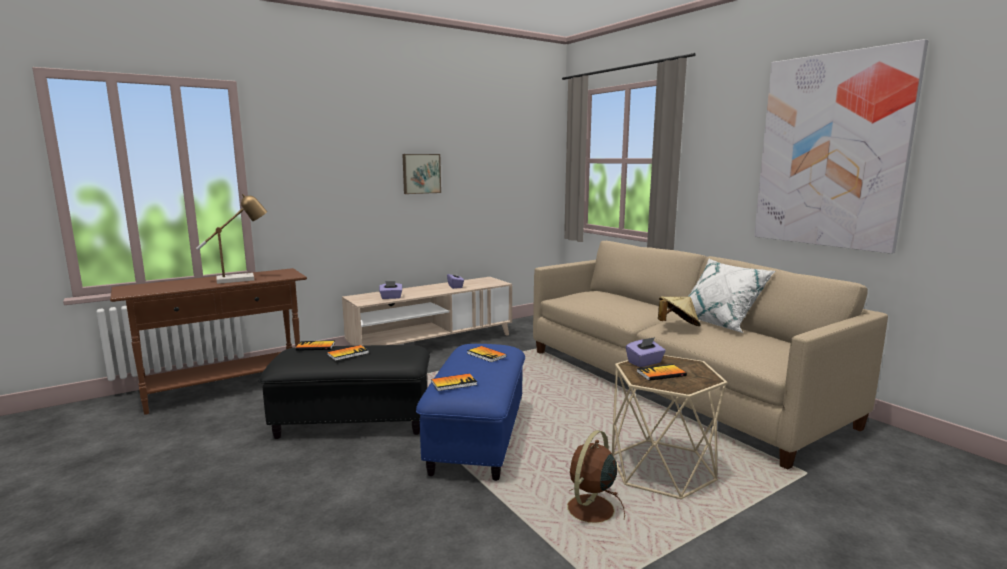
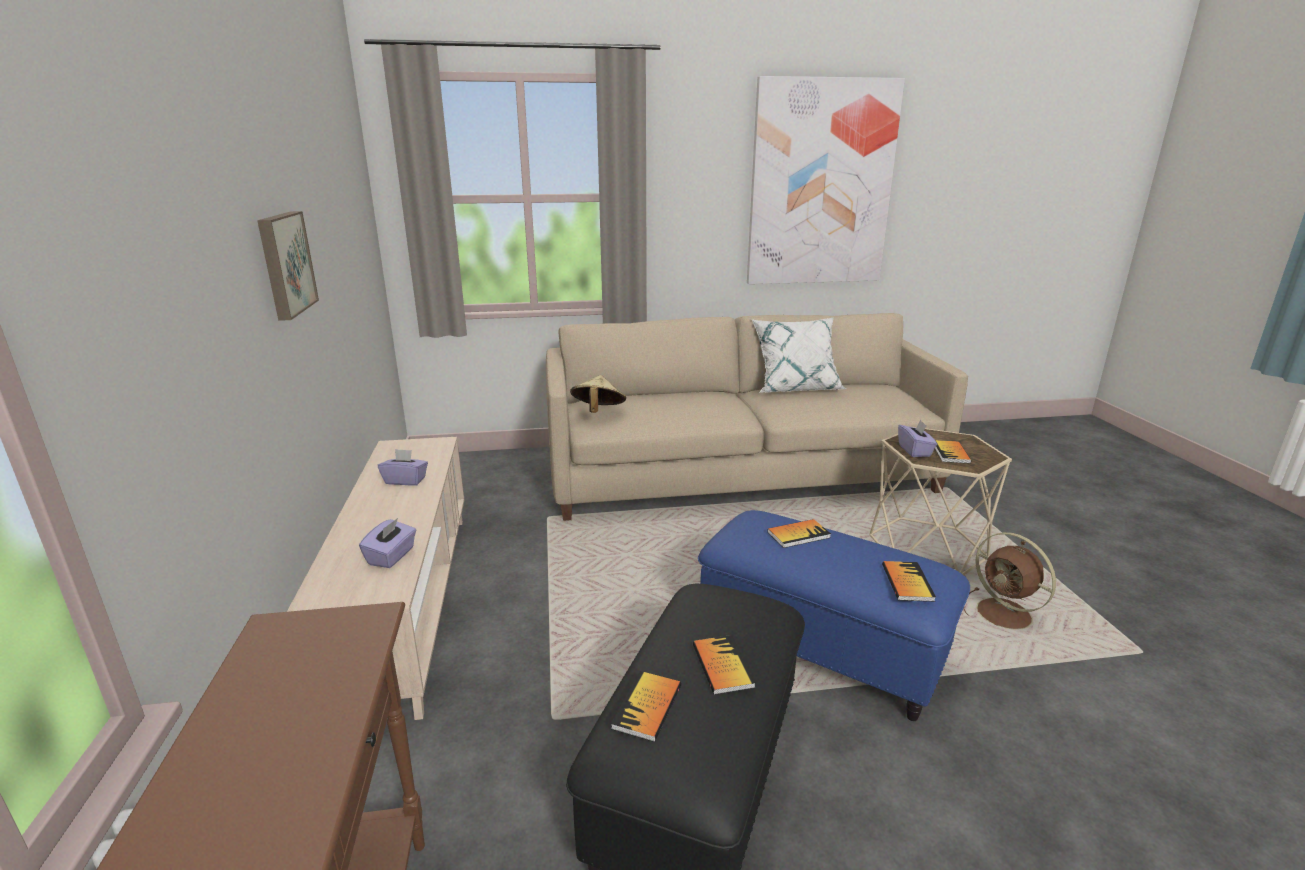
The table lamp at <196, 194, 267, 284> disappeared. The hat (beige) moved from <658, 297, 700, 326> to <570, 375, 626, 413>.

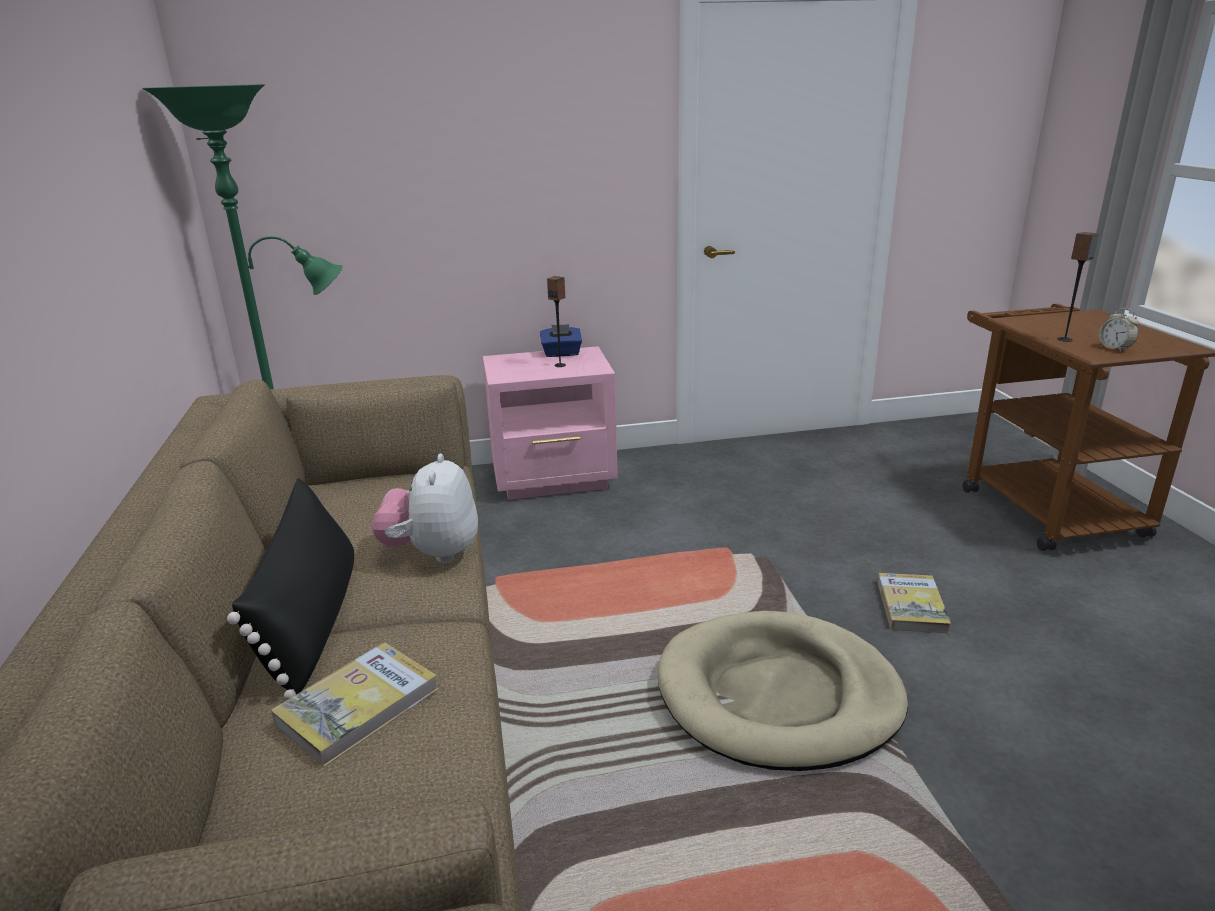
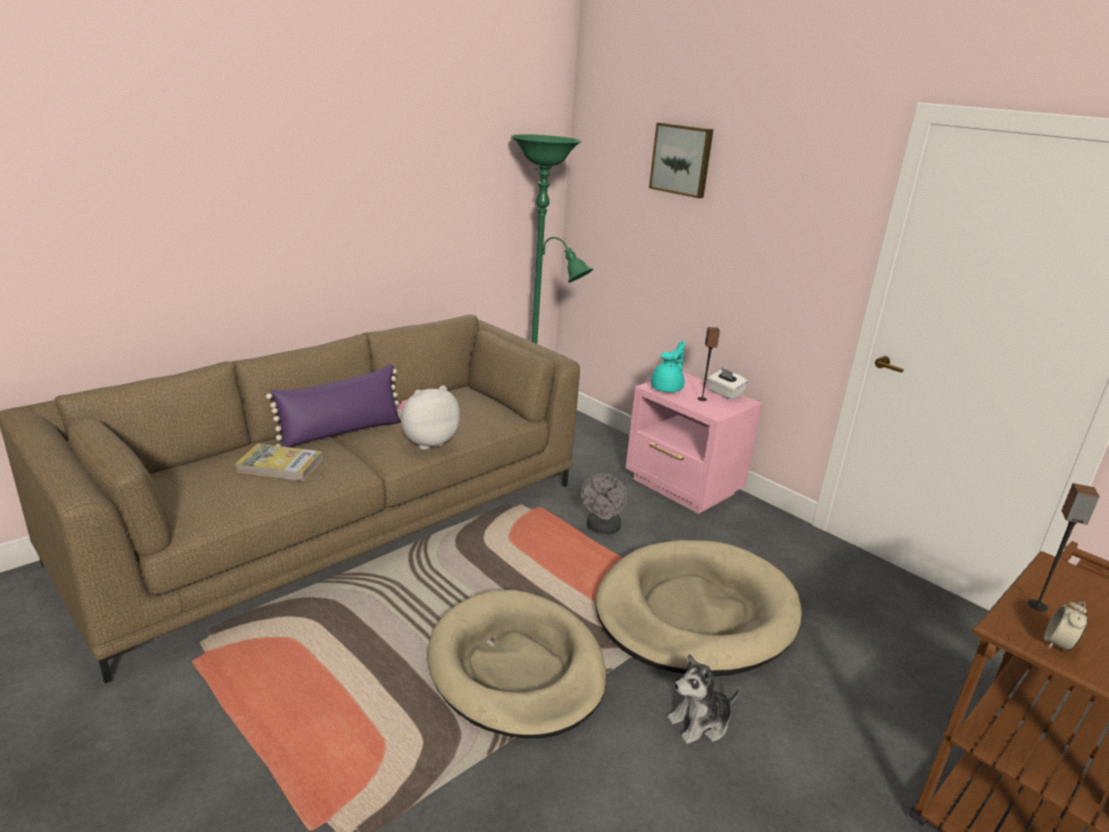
The tissue box (blue) at <540, 324, 582, 357> became the tissue box (white) at <708, 367, 748, 400>. The pillow (black) at <227, 478, 354, 700> became the pillow (purple) at <266, 365, 401, 447>. The book at <877, 573, 951, 633> was replaced by the plush toy at <667, 654, 740, 744>. The picture at <649, 123, 713, 198> appeared. The teapot (turquoise) at <651, 340, 685, 392> appeared. The fan (grey) at <581, 474, 627, 534> appeared. The dog bed (beige) at <595, 540, 802, 676> appeared.

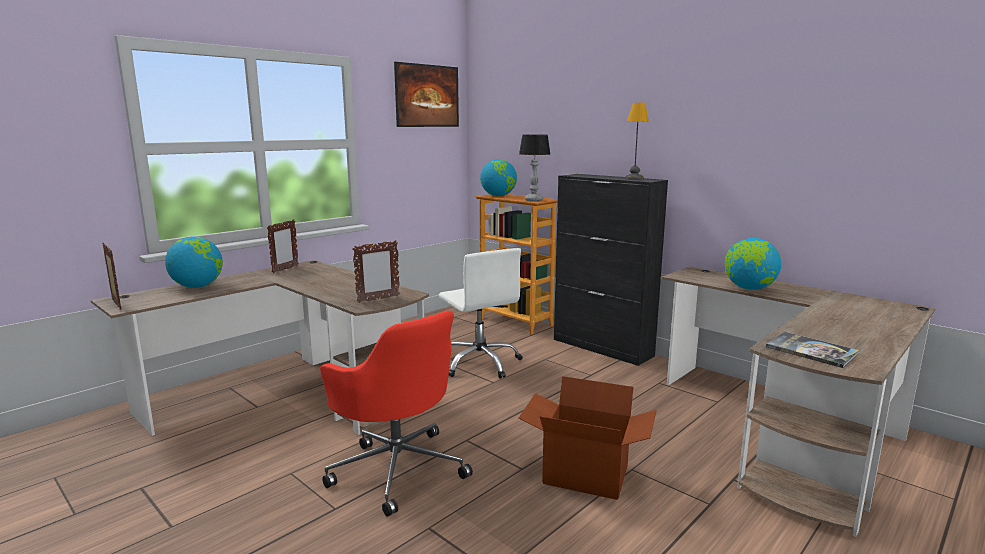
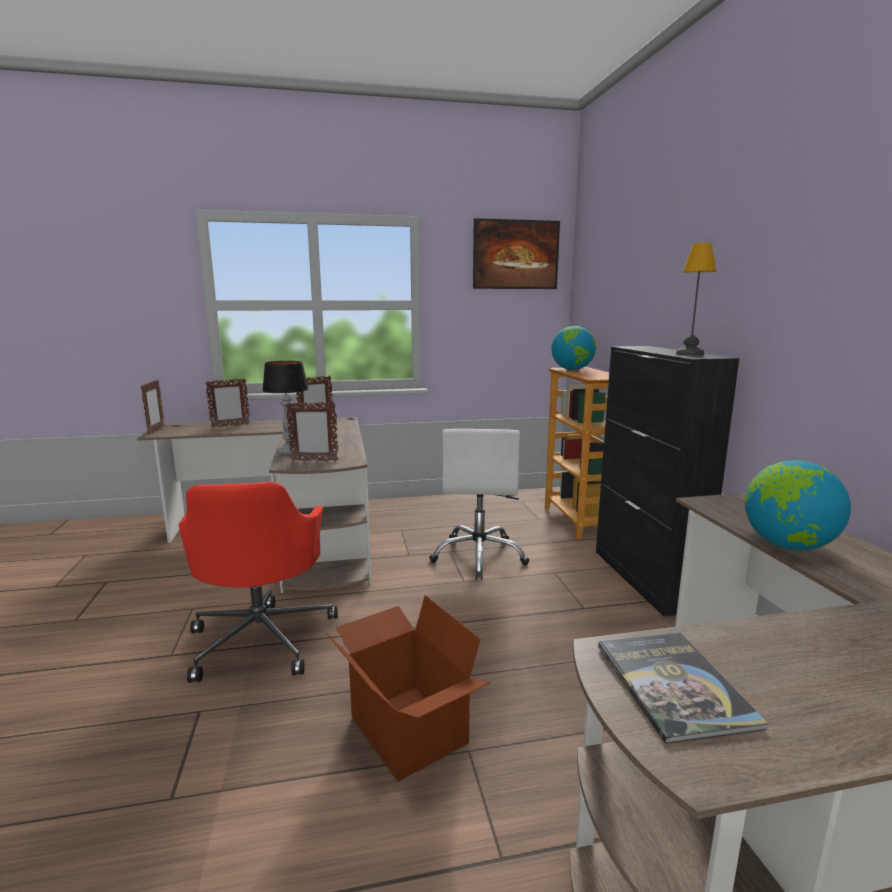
The table lamp moved from <519, 134, 550, 201> to <262, 361, 309, 456>. The globe at <165, 237, 223, 288> was replaced by the picture frame at <205, 378, 250, 428>.

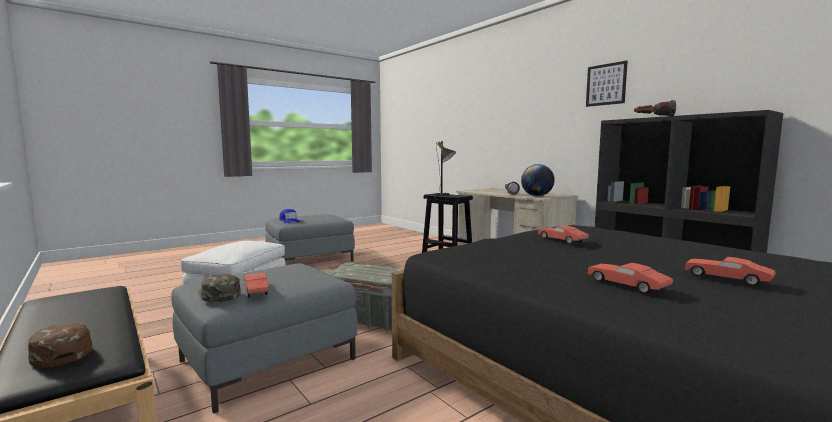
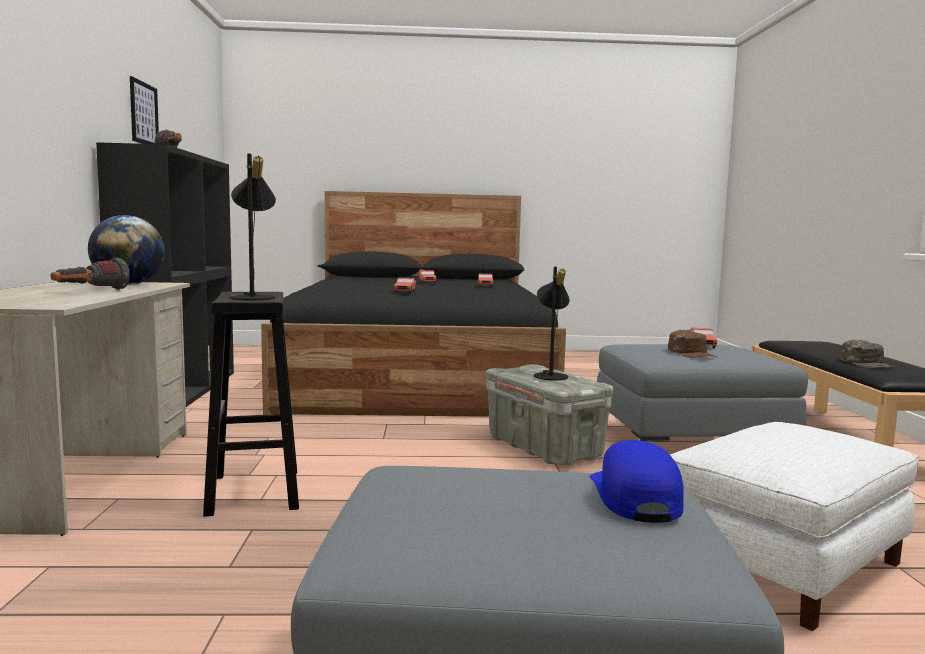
The picture moved from <586, 61, 628, 107> to <130, 76, 159, 144>. The cap (green) moved from <198, 274, 241, 302> to <840, 340, 896, 368>. The cap (brown) moved from <28, 323, 92, 367> to <668, 330, 717, 358>. The table lamp (black) at <534, 267, 570, 381> appeared.

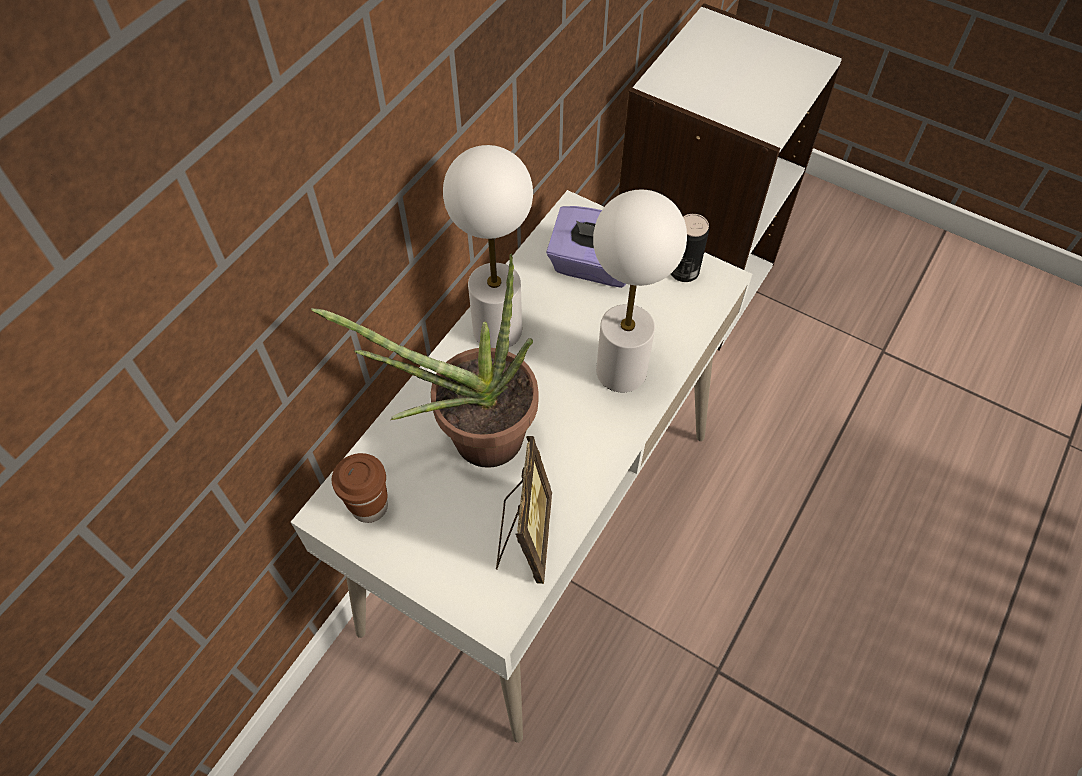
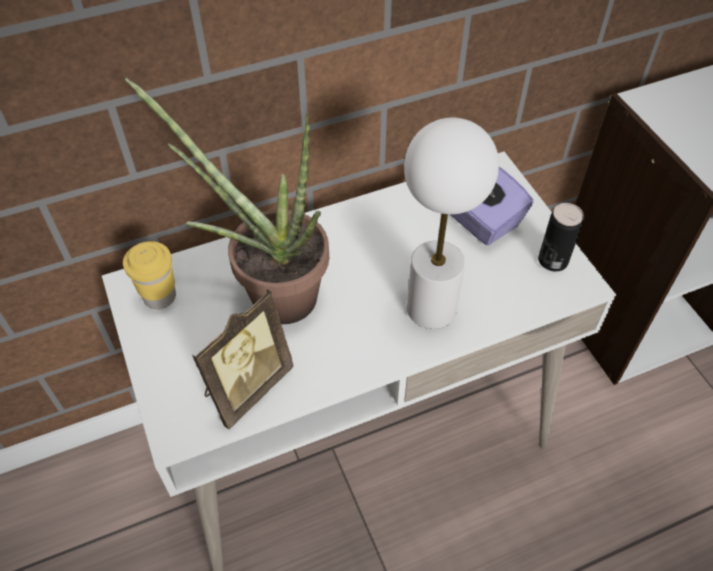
The table lamp (white) at <443, 145, 533, 348> disappeared. The cup (brown) at <332, 453, 388, 523> became the cup (yellow) at <123, 241, 176, 309>.

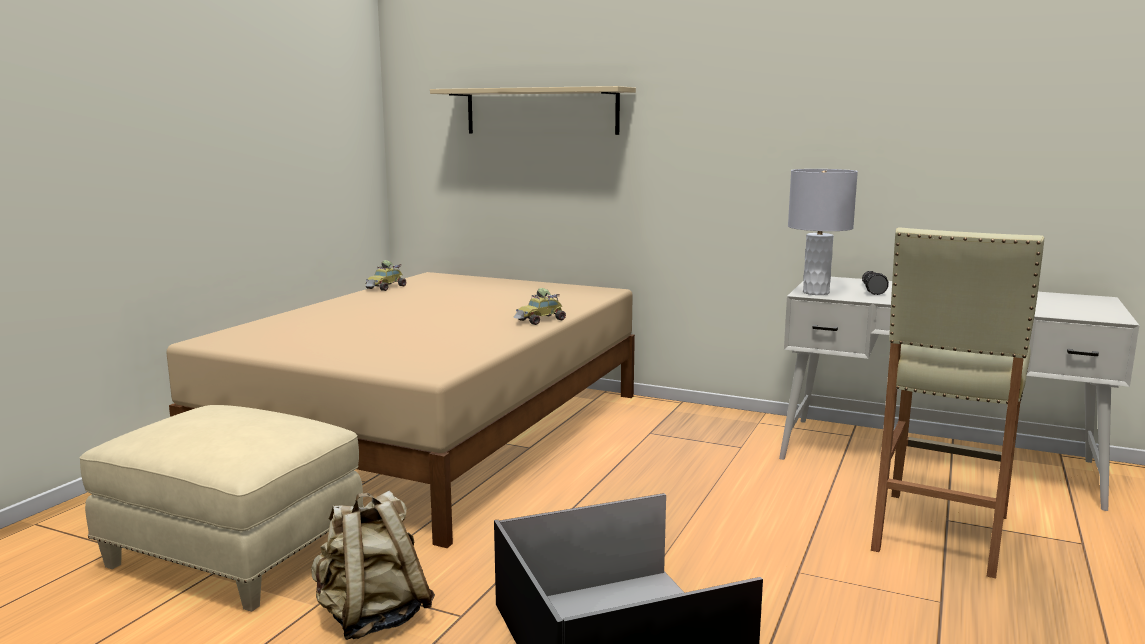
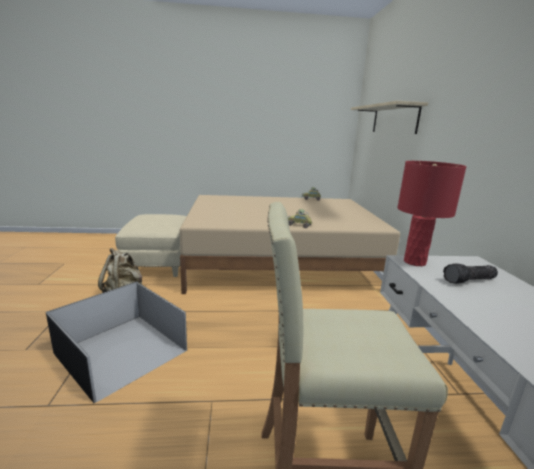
The table lamp (grey) at <788, 169, 858, 295> became the table lamp (red) at <397, 161, 467, 266>.

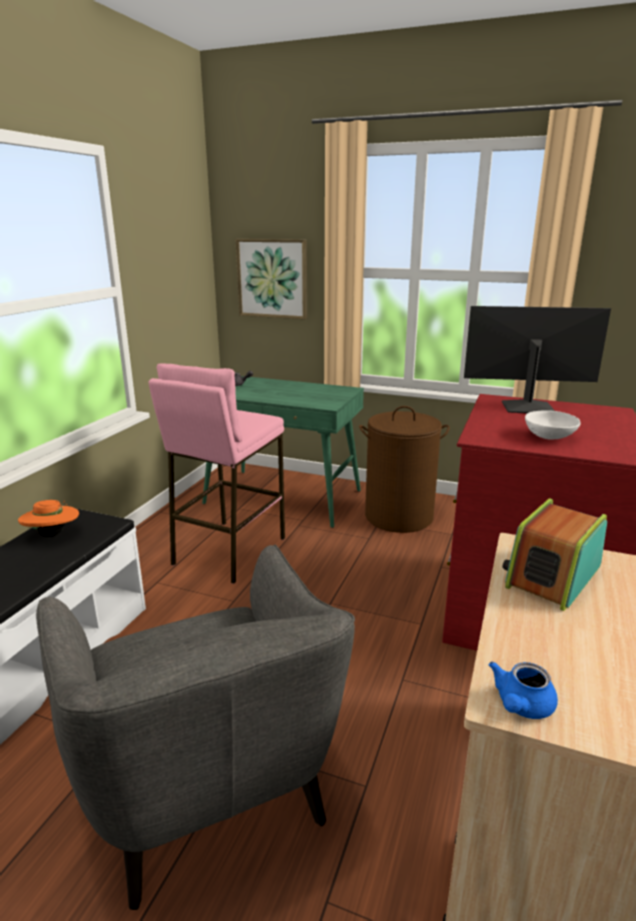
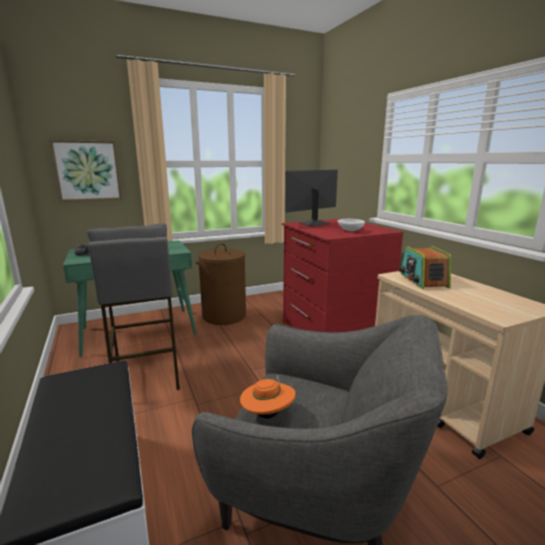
The stool (pink) at <149, 364, 285, 584> became the stool (grey) at <87, 223, 180, 390>. The hat (orange) moved from <18, 500, 79, 537> to <240, 375, 296, 419>. The teapot (blue) at <489, 661, 558, 719> disappeared.

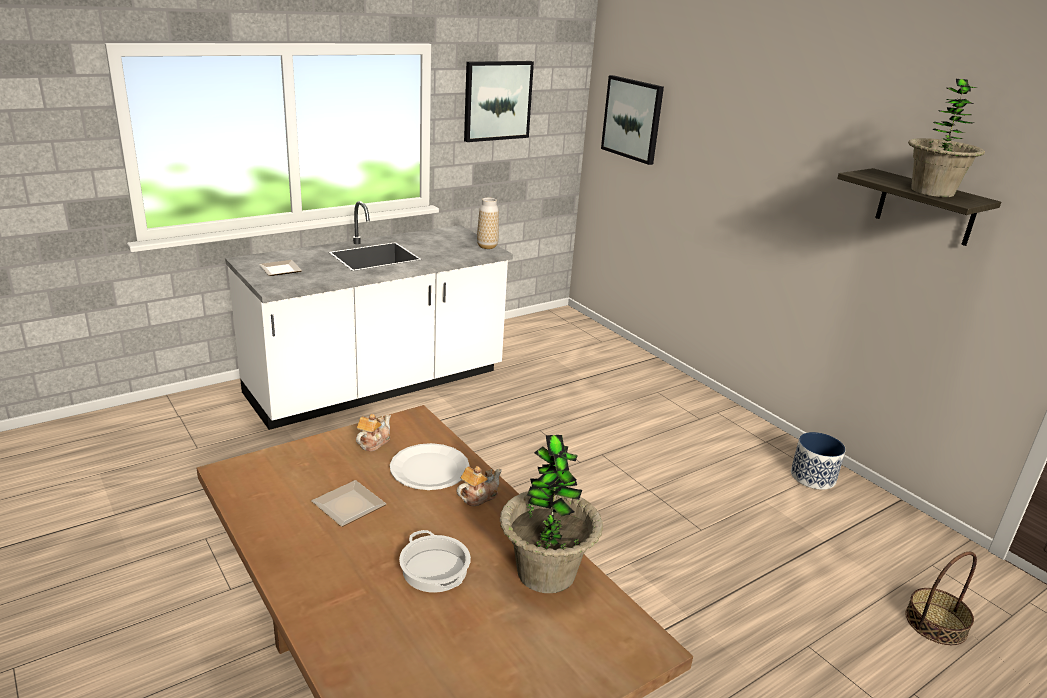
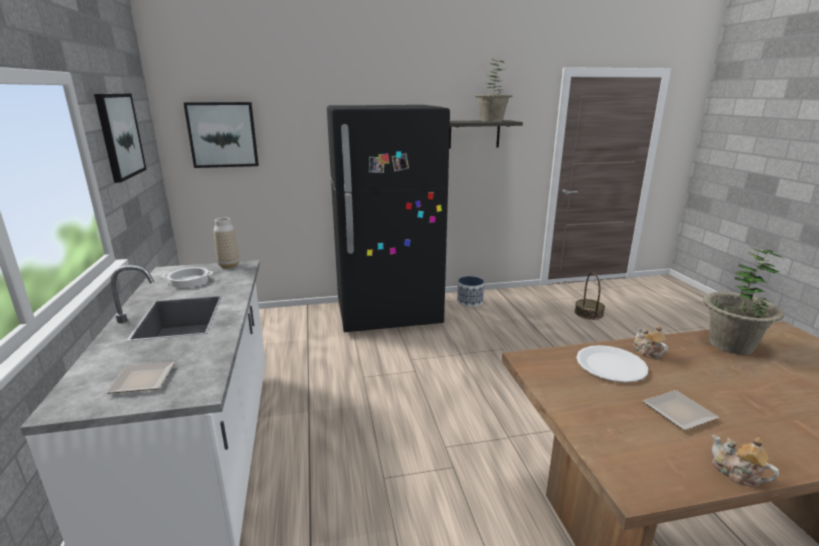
The teapot moved from <356, 414, 391, 452> to <712, 435, 779, 487>. The cooking pot moved from <399, 530, 471, 593> to <162, 267, 213, 288>. The fridge (black) at <327, 105, 450, 332> appeared.

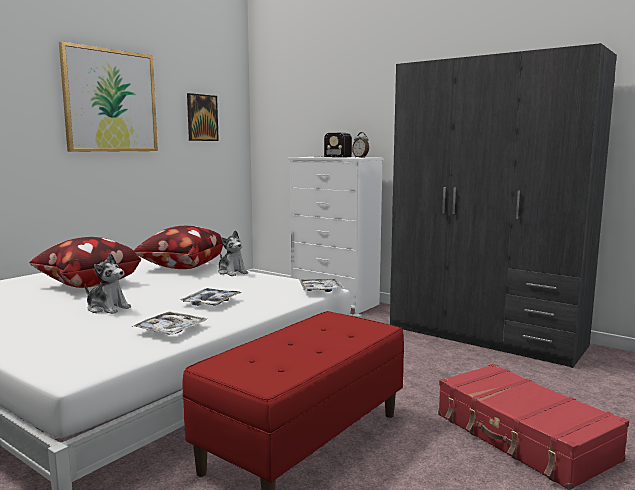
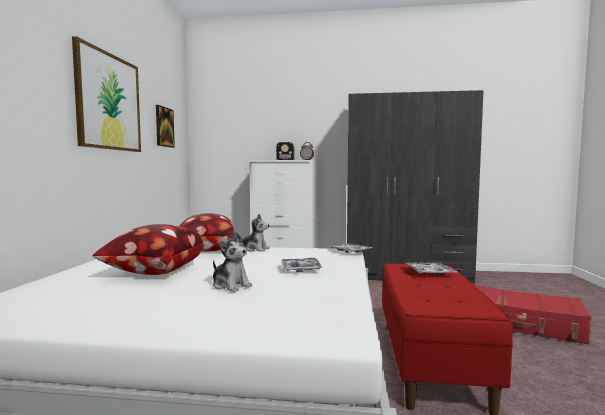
The plush toy at <85, 253, 131, 314> turned 45 degrees clockwise. The tray moved from <131, 311, 207, 335> to <406, 263, 458, 275>.

